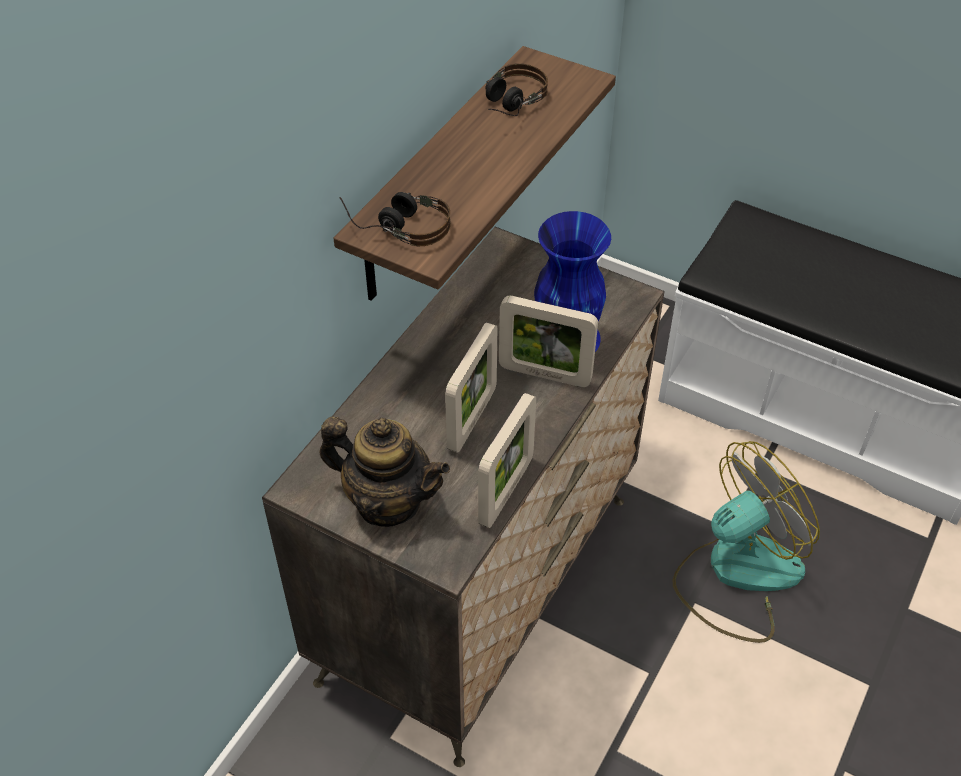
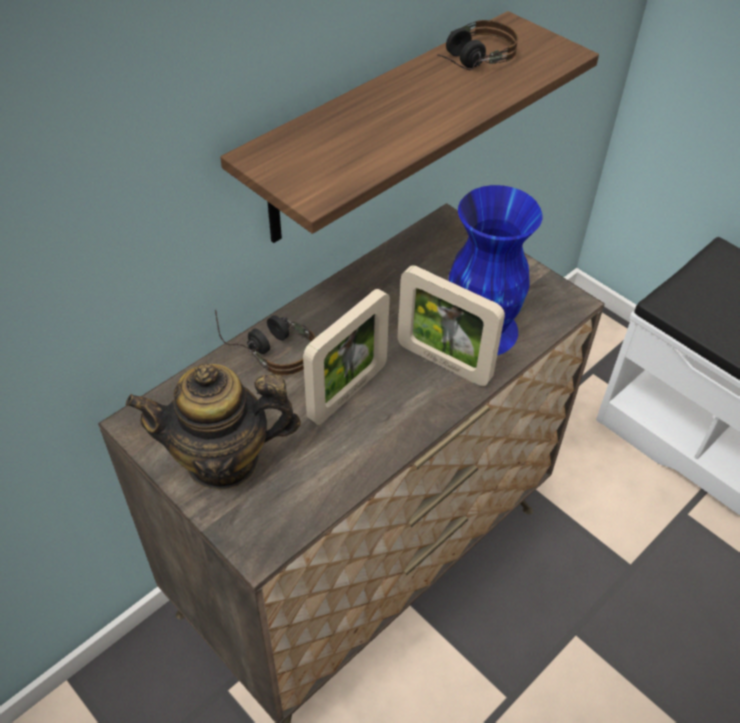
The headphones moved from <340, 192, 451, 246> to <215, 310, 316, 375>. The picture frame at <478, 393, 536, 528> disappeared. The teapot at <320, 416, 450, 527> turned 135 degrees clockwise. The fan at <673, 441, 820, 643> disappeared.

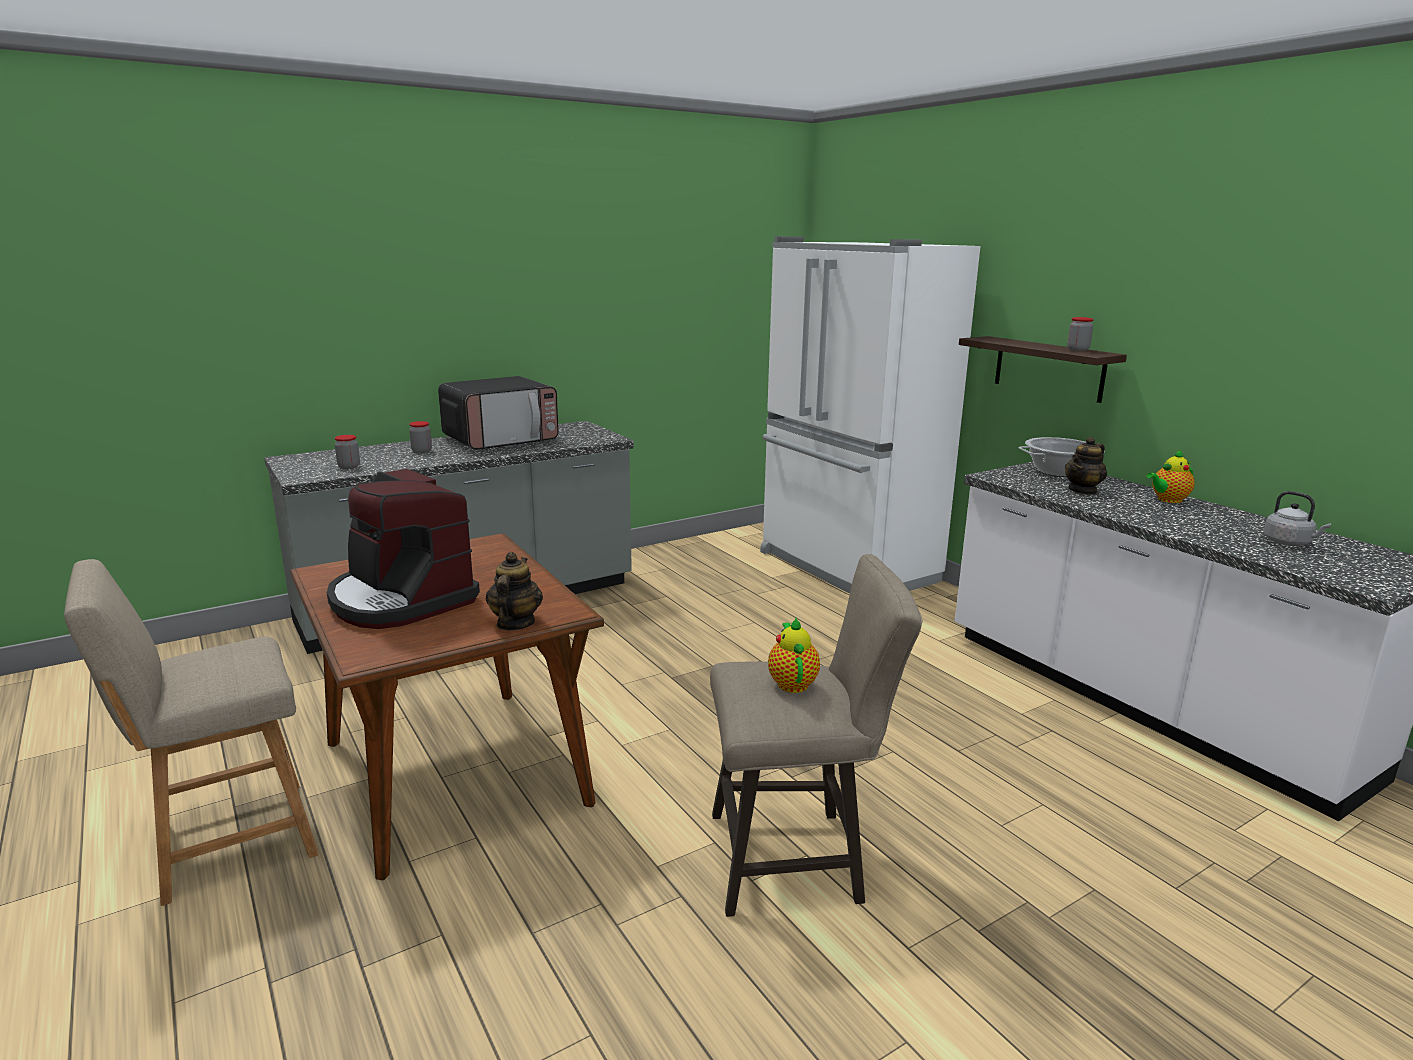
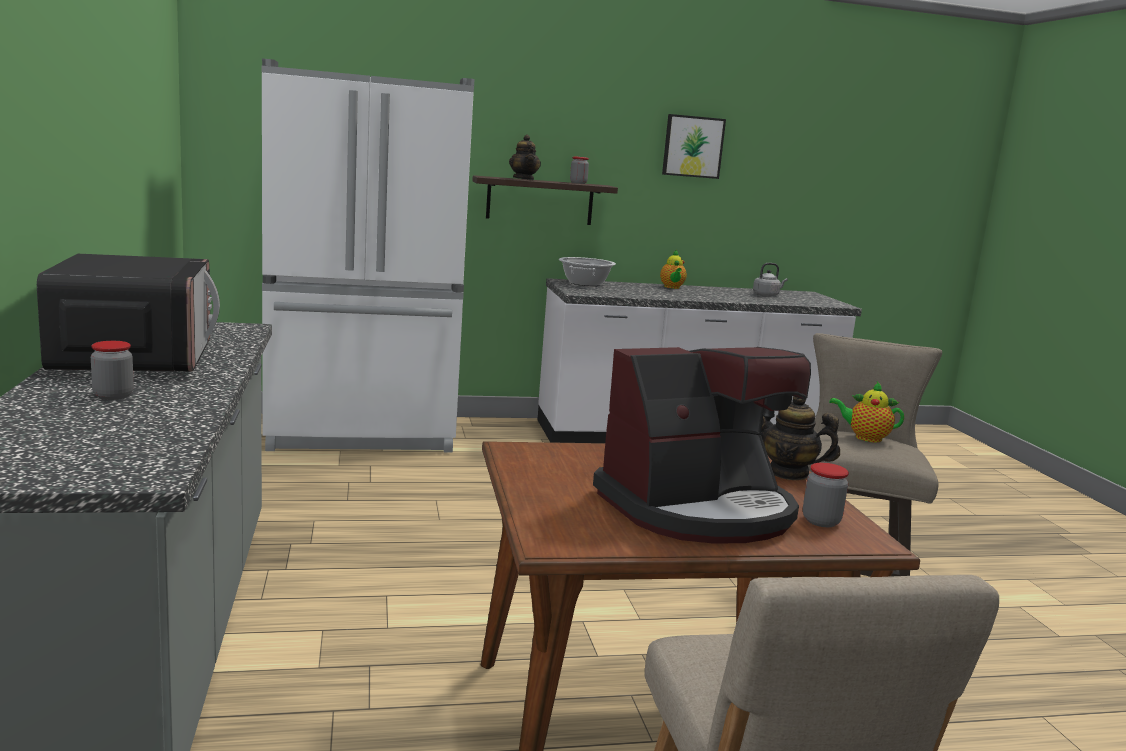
The jar moved from <335, 435, 360, 469> to <803, 463, 849, 527>. The teapot moved from <1065, 436, 1107, 495> to <509, 134, 541, 180>. The picture at <662, 114, 726, 179> appeared.

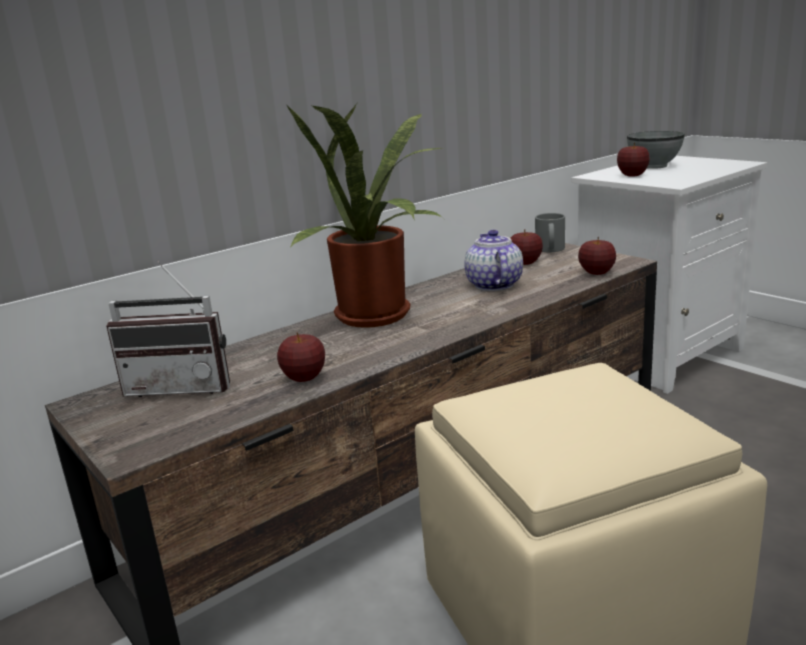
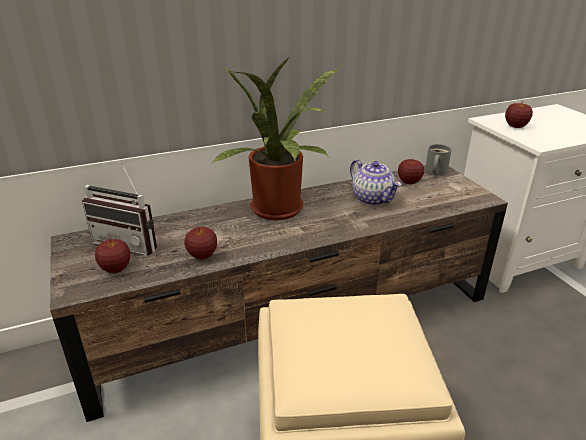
The bowl (grey) at <627, 131, 685, 169> disappeared. The teapot at <464, 230, 523, 291> turned 135 degrees clockwise. The apple moved from <578, 237, 616, 275> to <95, 239, 130, 273>.

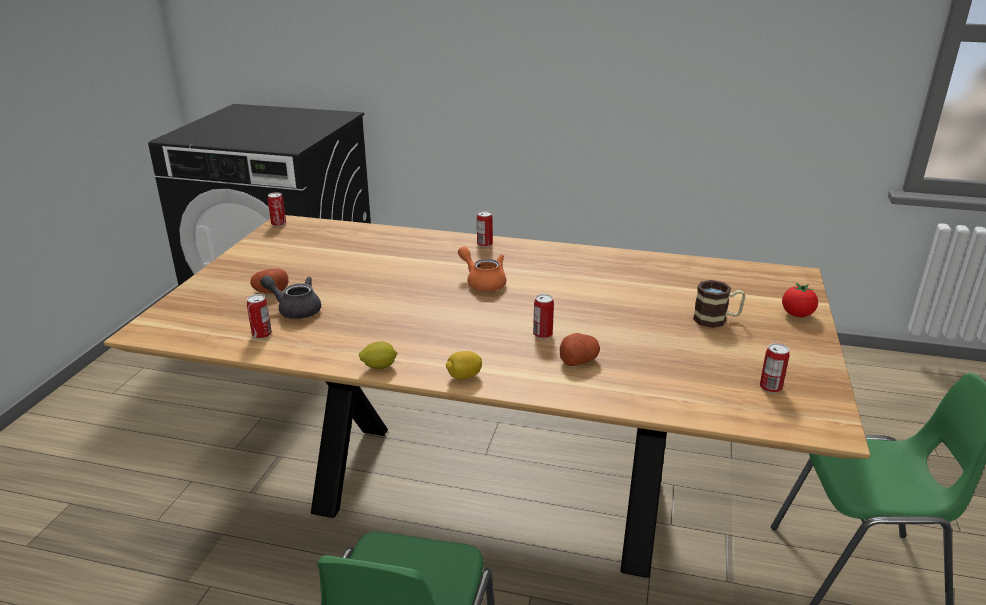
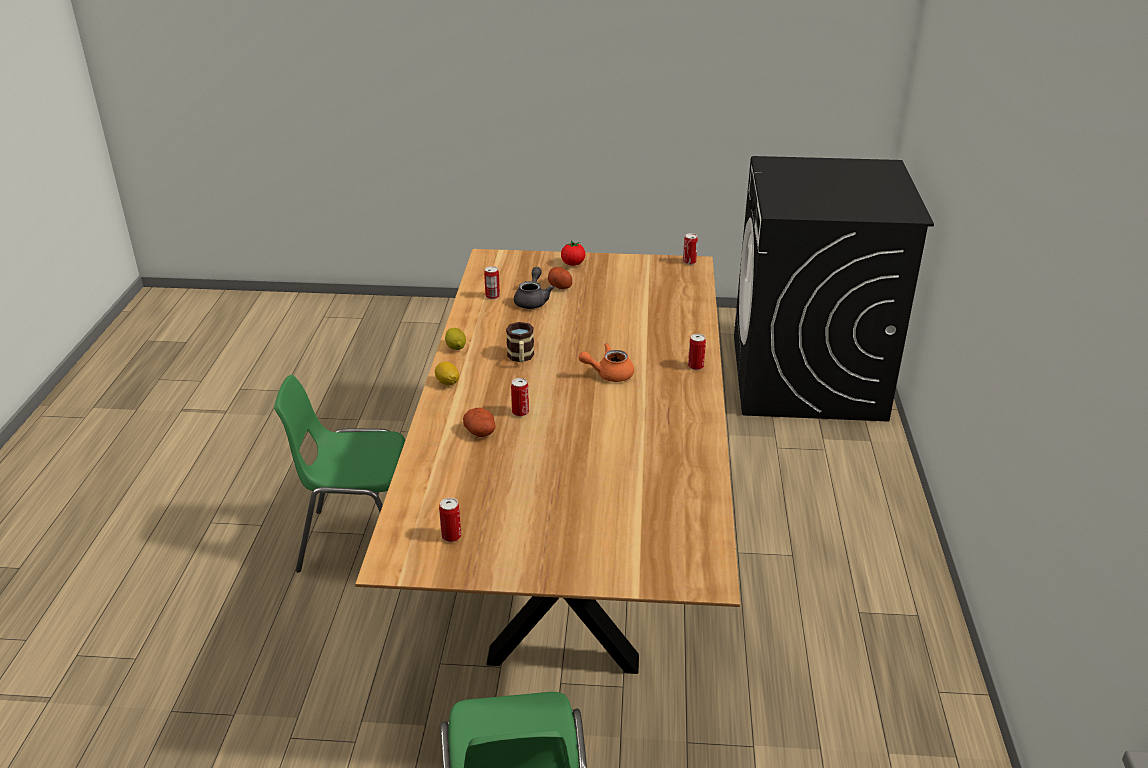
The teapot (orange) at <458, 246, 506, 291> turned 135 degrees counterclockwise. The mug moved from <693, 280, 745, 328> to <506, 322, 534, 362>. The tomato moved from <782, 283, 818, 317> to <561, 241, 585, 266>.

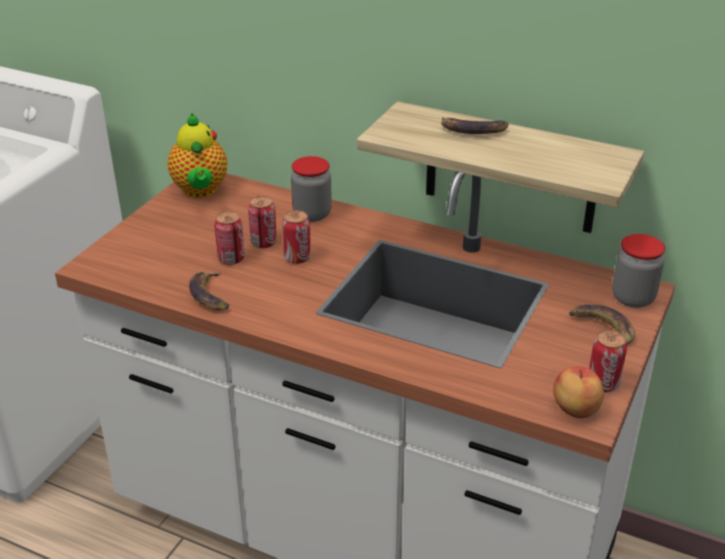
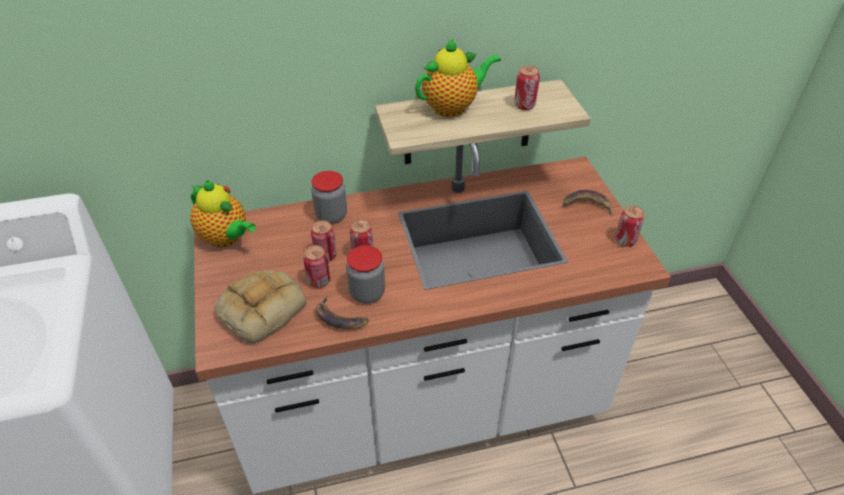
The banana at <441, 117, 509, 134> was replaced by the teapot at <415, 38, 501, 117>. The jar moved from <612, 234, 665, 308> to <346, 245, 385, 304>. The apple at <553, 366, 604, 418> disappeared. The can at <514, 66, 540, 110> appeared. The bread at <214, 270, 307, 344> appeared.

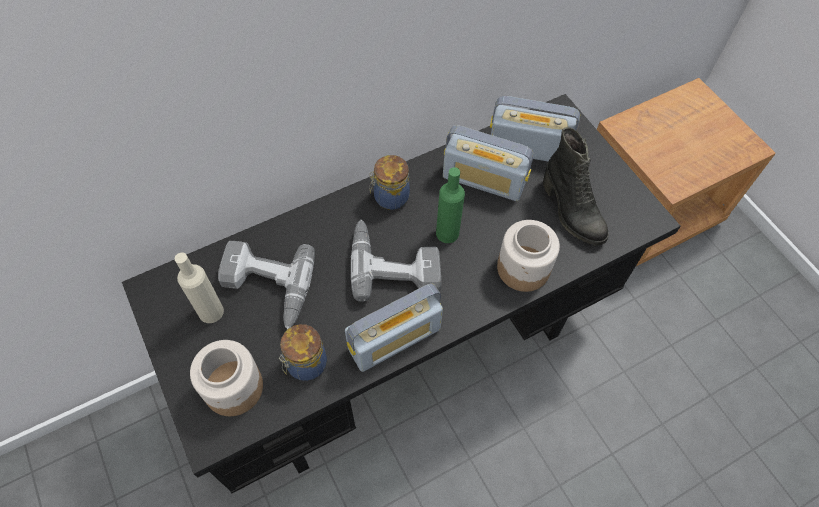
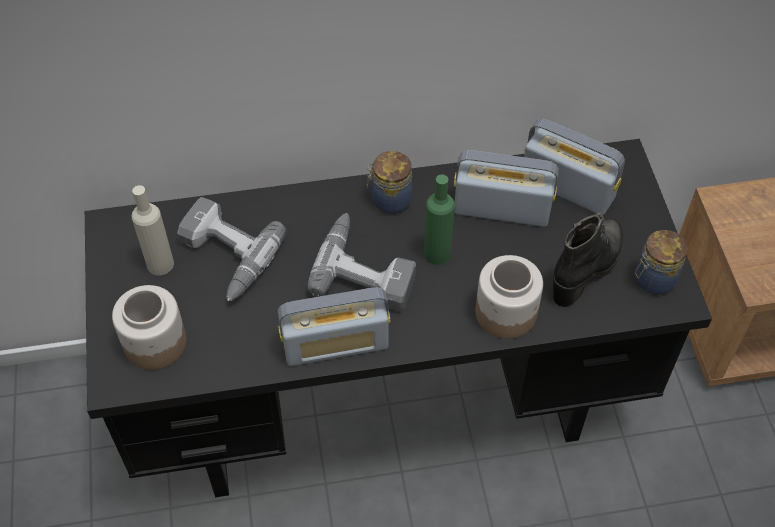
The radio at <443, 125, 534, 201> turned 150 degrees clockwise. The boot (black) at <543, 127, 609, 246> turned 135 degrees counterclockwise. The jar moved from <279, 324, 327, 381> to <635, 230, 688, 294>.

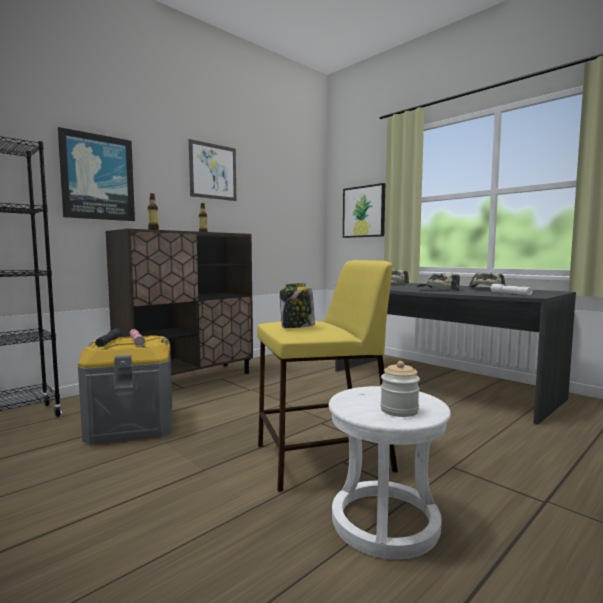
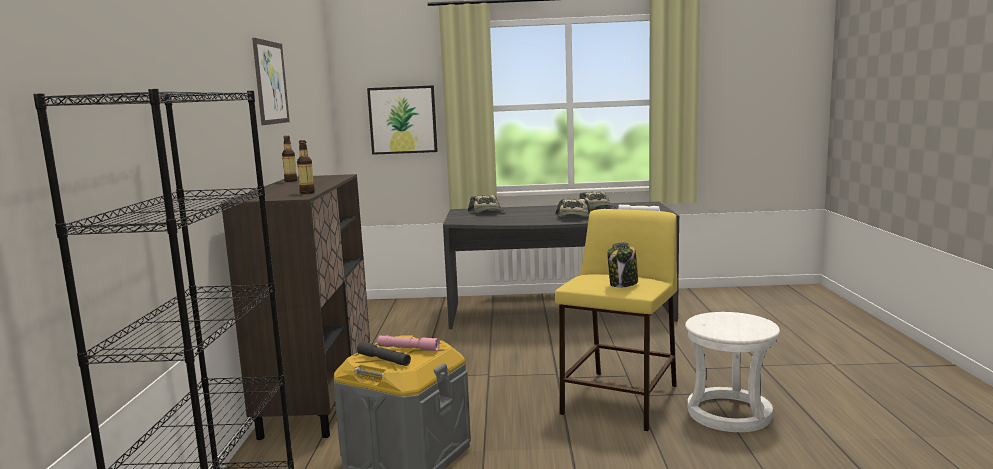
The picture at <58, 127, 135, 221> disappeared. The jar at <380, 361, 420, 417> disappeared.

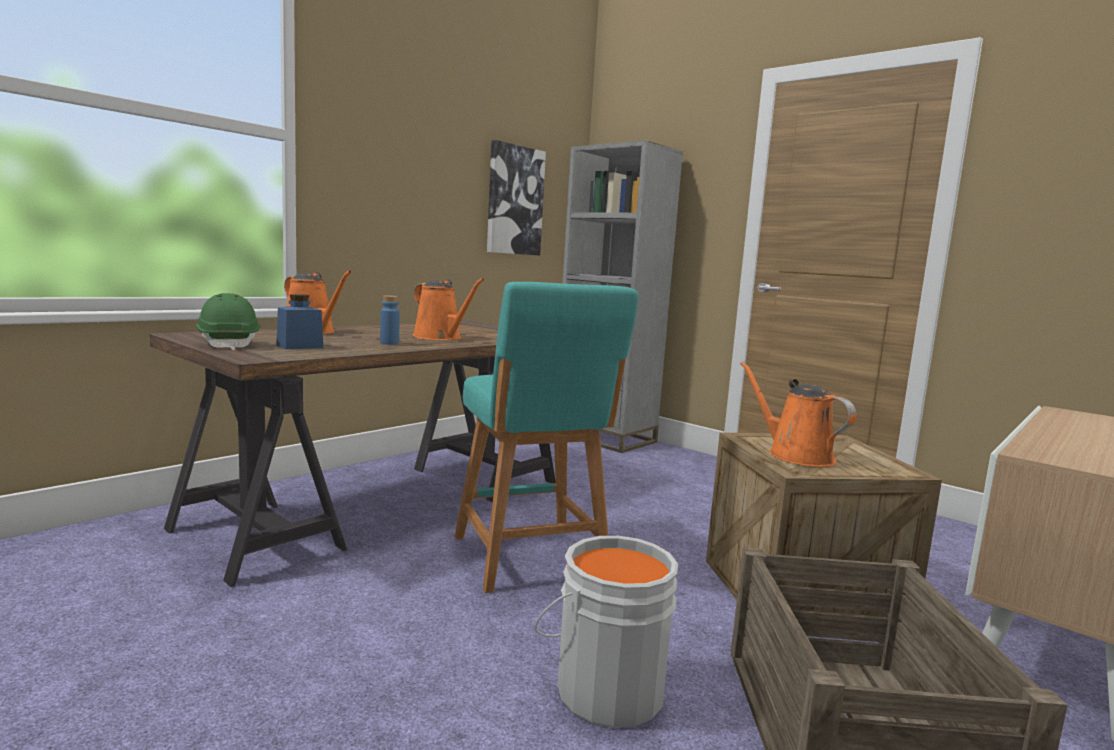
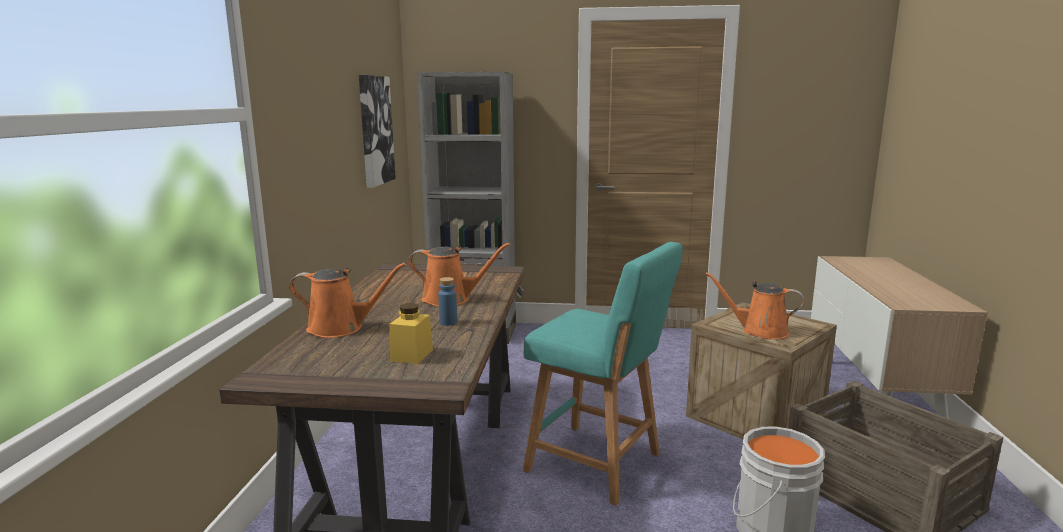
The hard hat (green) at <195, 293, 261, 350> disappeared. The jar (blue) at <276, 294, 323, 349> became the jar (yellow) at <389, 303, 433, 364>.

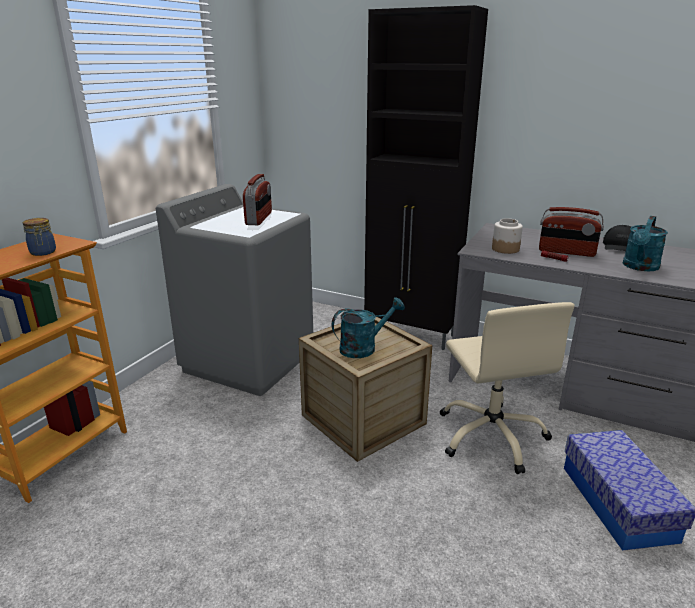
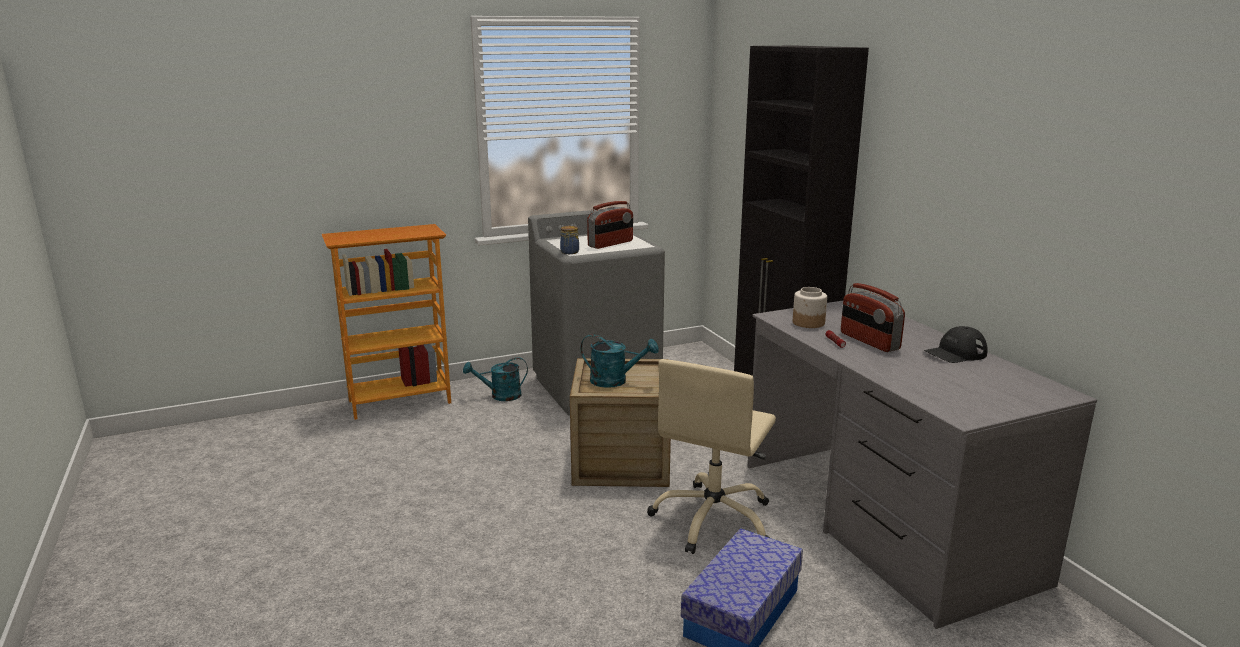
The watering can (turquoise) moved from <623, 216, 668, 271> to <463, 357, 528, 401>. The jar moved from <23, 218, 56, 256> to <560, 226, 579, 254>.

